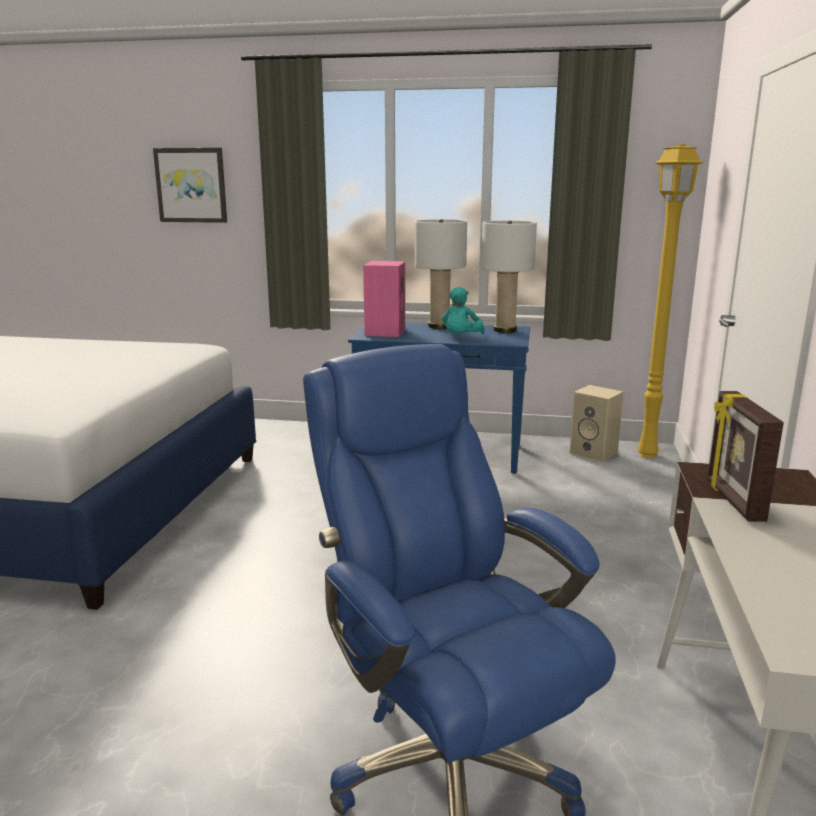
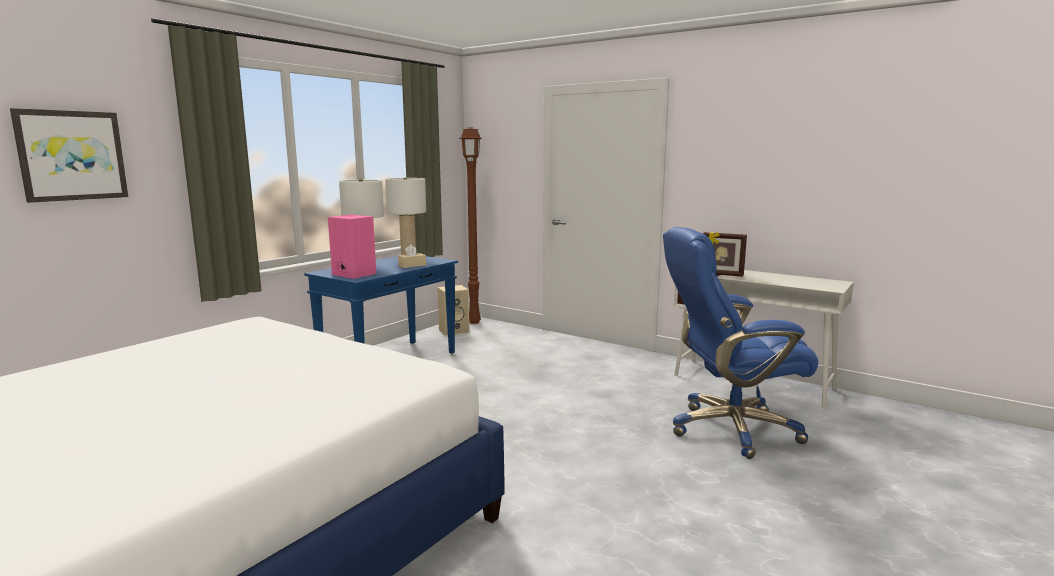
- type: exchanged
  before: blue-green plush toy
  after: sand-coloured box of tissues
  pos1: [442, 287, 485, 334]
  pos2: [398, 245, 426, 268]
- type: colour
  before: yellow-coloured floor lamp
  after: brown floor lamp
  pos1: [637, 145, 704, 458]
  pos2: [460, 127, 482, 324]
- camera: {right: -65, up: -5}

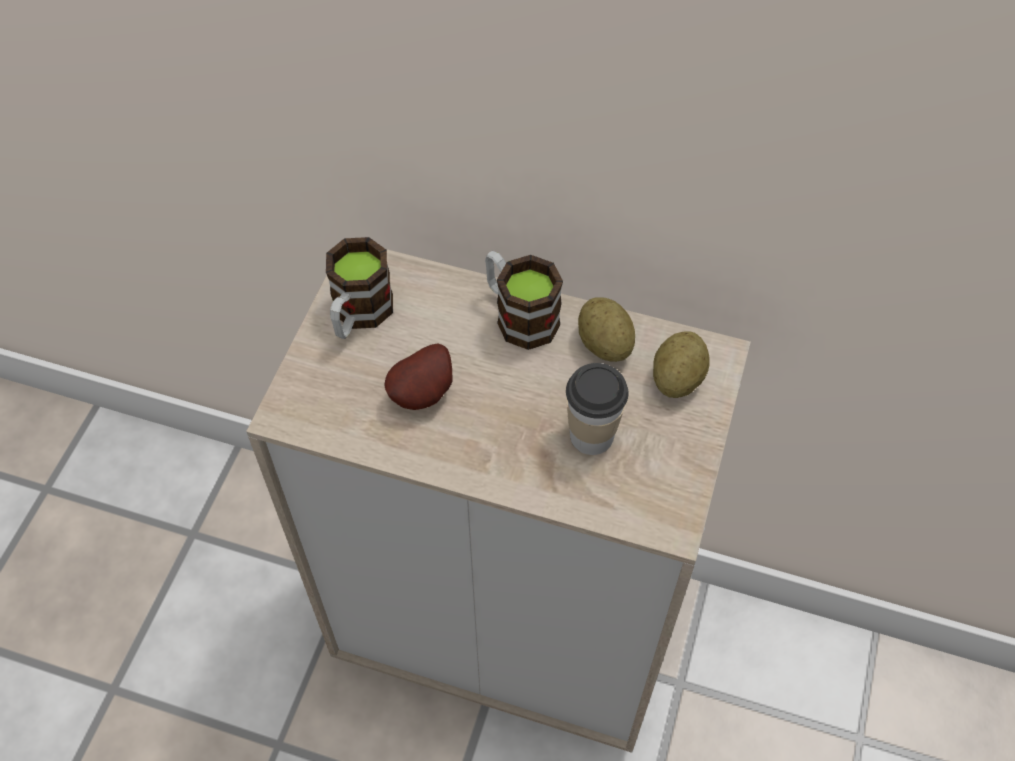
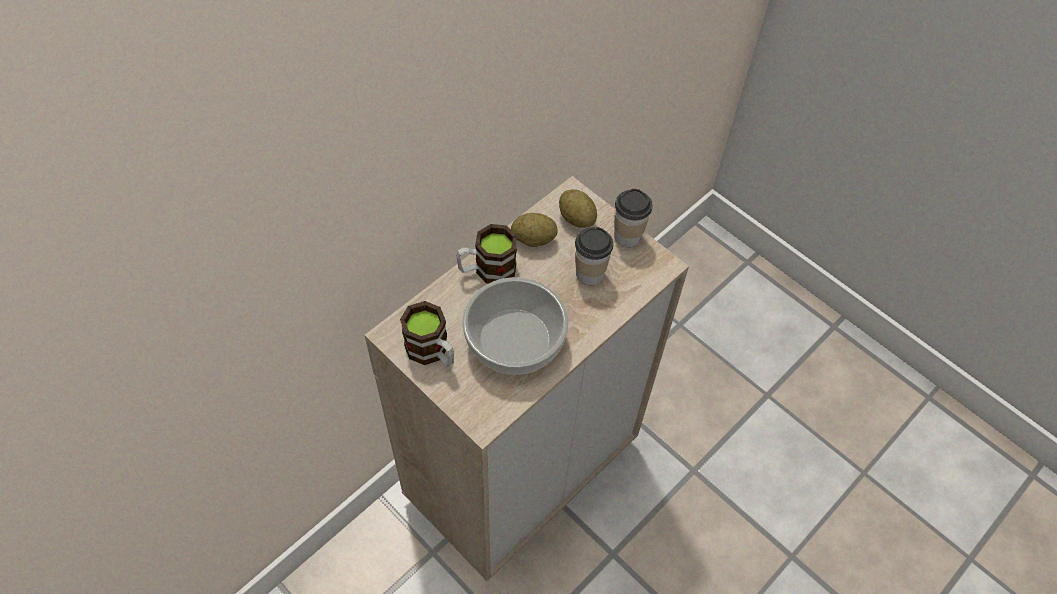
- type: exchanged
  before: potato
  after: deep dish
  pos1: [384, 344, 453, 410]
  pos2: [462, 277, 568, 375]
- type: appeared
  after: drinking cup
  pos2: [614, 189, 652, 247]
- camera: {right: -65, up: 0}

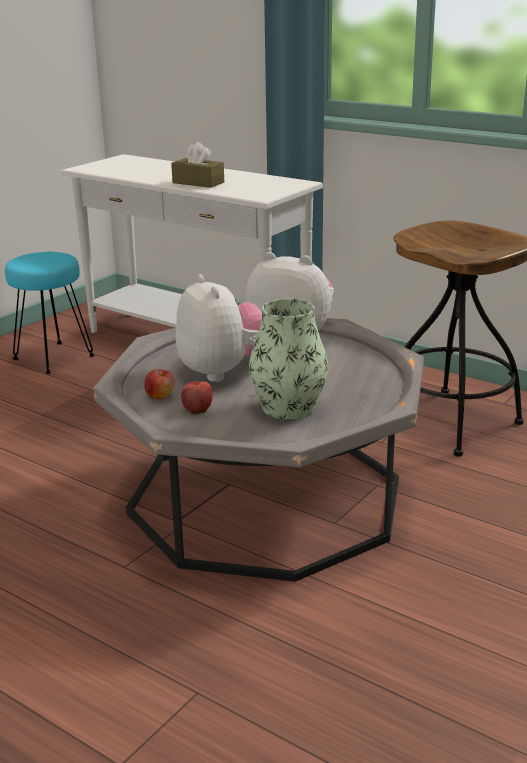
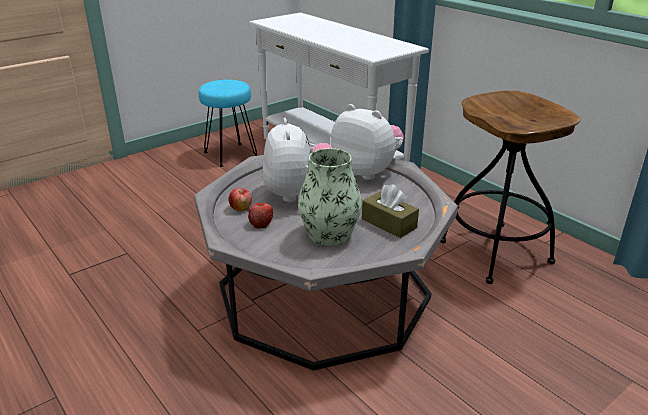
- type: relocated
  before: brown box of tissues
  pos1: [171, 142, 224, 188]
  pos2: [362, 184, 419, 238]
- camera: {right: 15, up: 5}

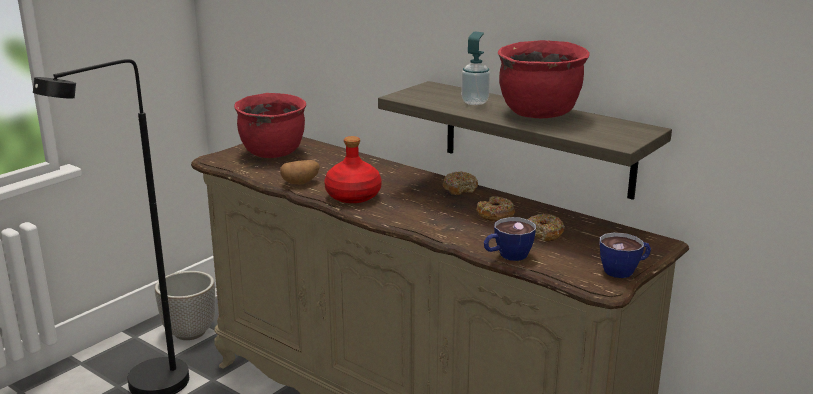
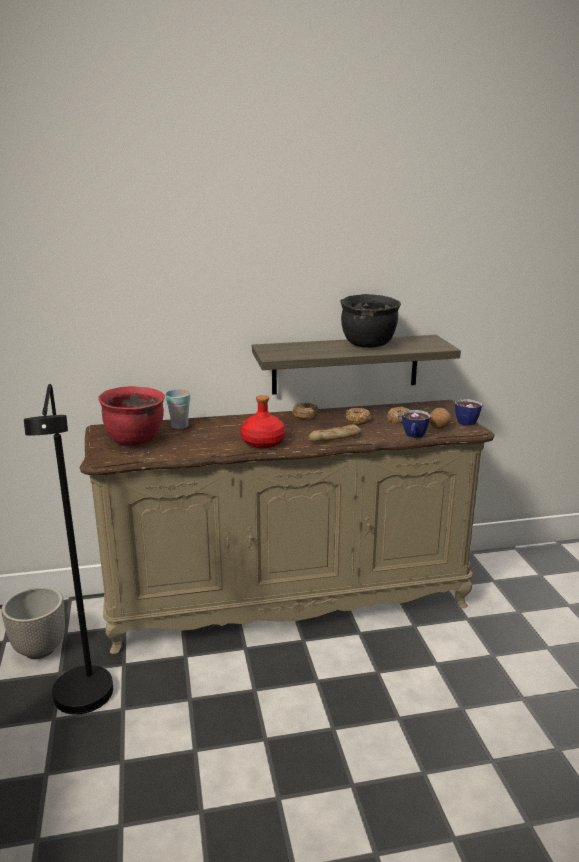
- type: relocated
  before: potato
  pos1: [280, 160, 320, 185]
  pos2: [429, 408, 451, 429]
- type: missing
  before: soap bottle
  pos1: [461, 31, 490, 105]
- type: colour
  before: red cooking pot
  after: blackish cooking pot
  pos1: [498, 40, 590, 118]
  pos2: [340, 294, 401, 348]
- type: appeared
  after: drinking cup
  pos2: [165, 389, 190, 429]
- type: appeared
  after: bread
  pos2: [309, 425, 361, 441]
- camera: {right: -50, up: 0}

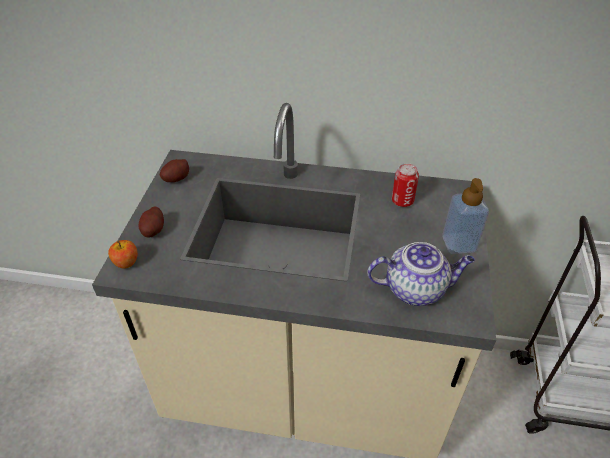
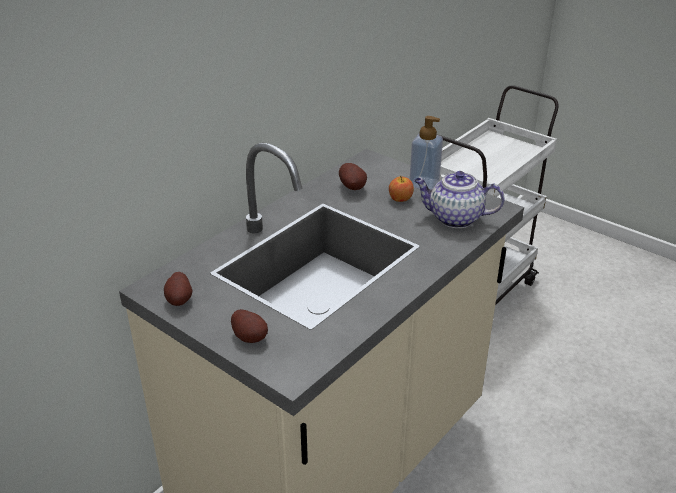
- type: relocated
  before: apple
  pos1: [108, 240, 138, 269]
  pos2: [389, 176, 414, 202]
- type: spun
  before: pot for tea
  pos1: [367, 242, 475, 306]
  pos2: [414, 171, 505, 228]
  turn: -105
- type: exchanged
  before: metal can
  after: potato
  pos1: [392, 163, 419, 207]
  pos2: [339, 163, 367, 190]
- camera: {right: -60, up: -10}

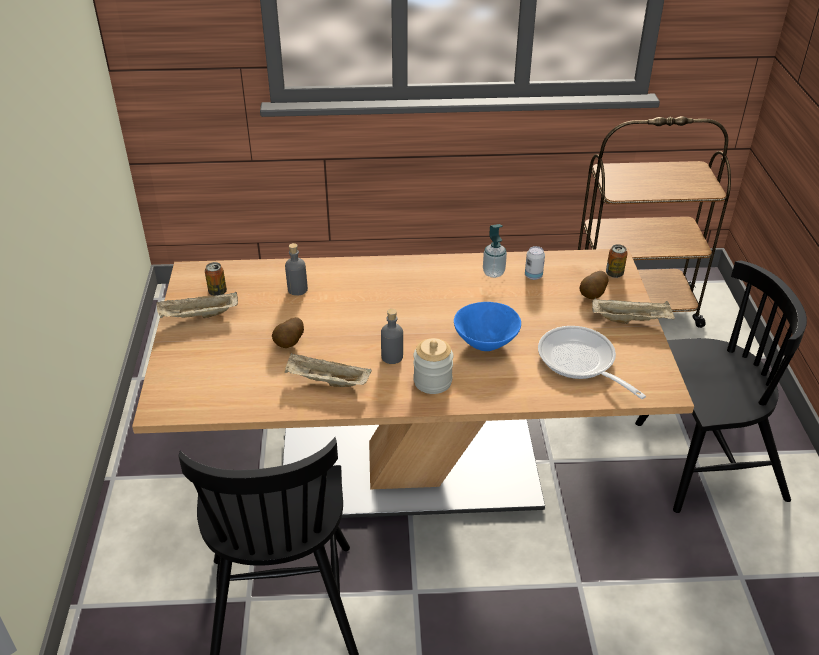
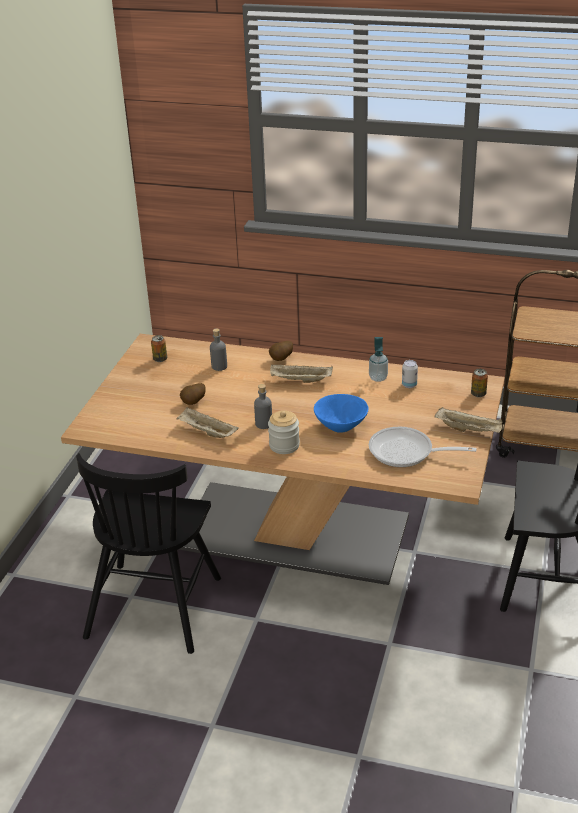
- type: relocated
  before: sand-coloured carrying tray
  pos1: [156, 291, 238, 318]
  pos2: [270, 364, 333, 383]
- type: spun
  before: frying pan
  pos1: [538, 326, 646, 399]
  pos2: [369, 427, 477, 467]
  turn: -60
- type: relocated
  before: potato
  pos1: [580, 271, 609, 299]
  pos2: [269, 341, 293, 361]
- camera: {right: 20, up: -5}

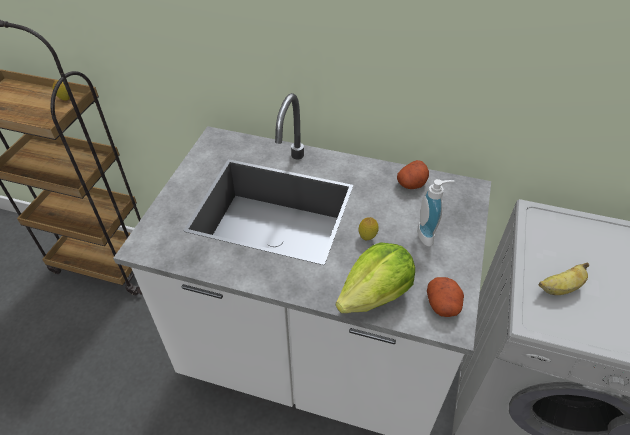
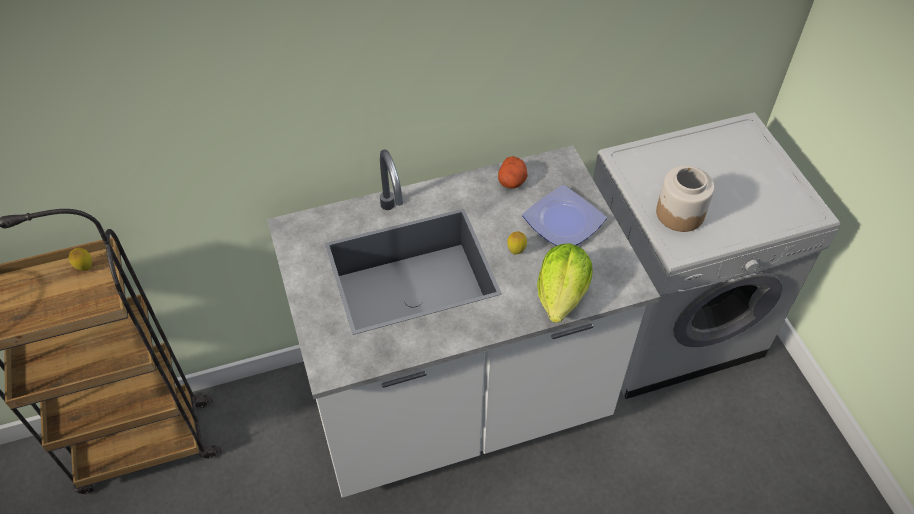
- type: exchanged
  before: soap bottle
  after: dinner plate
  pos1: [417, 179, 455, 247]
  pos2: [522, 185, 607, 246]
- type: missing
  before: potato
  pos1: [427, 277, 464, 317]
- type: exchanged
  before: banana fruit
  after: preserve jar
  pos1: [539, 263, 589, 295]
  pos2: [656, 166, 714, 232]
- camera: {right: -35, up: 5}

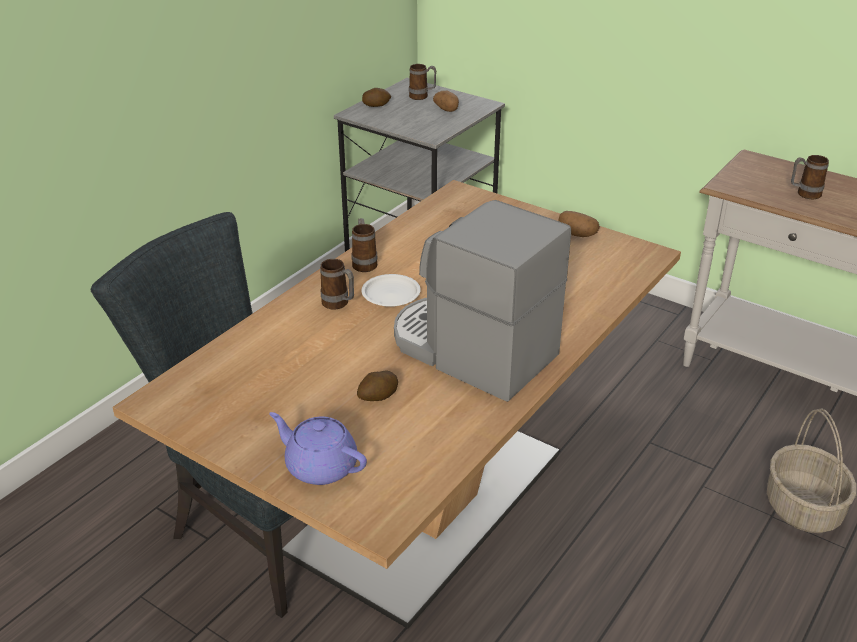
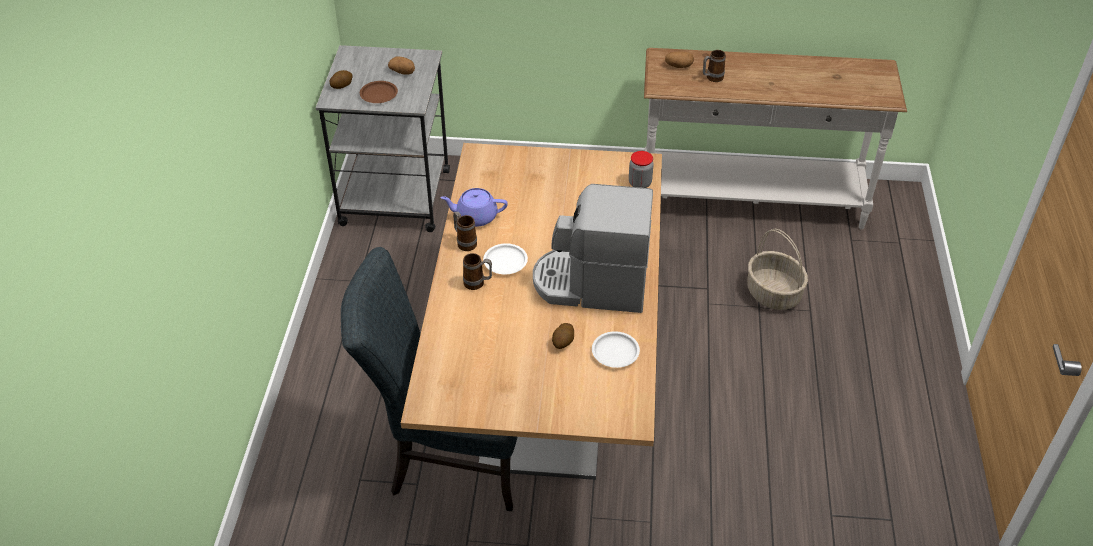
- type: relocated
  before: purple-coloured pot for tea
  pos1: [269, 412, 367, 485]
  pos2: [440, 188, 508, 227]
- type: missing
  before: coffee mug
  pos1: [409, 64, 436, 100]
- type: relocated
  before: potato
  pos1: [558, 211, 600, 237]
  pos2: [665, 51, 694, 68]
- type: appeared
  after: brown dinner plate
  pos2: [360, 81, 398, 103]
- type: appeared
  after: whitish dinner plate
  pos2: [592, 331, 640, 368]
- type: appeared
  after: preserve jar
  pos2: [629, 151, 654, 188]
- camera: {right: -30, up: 10}

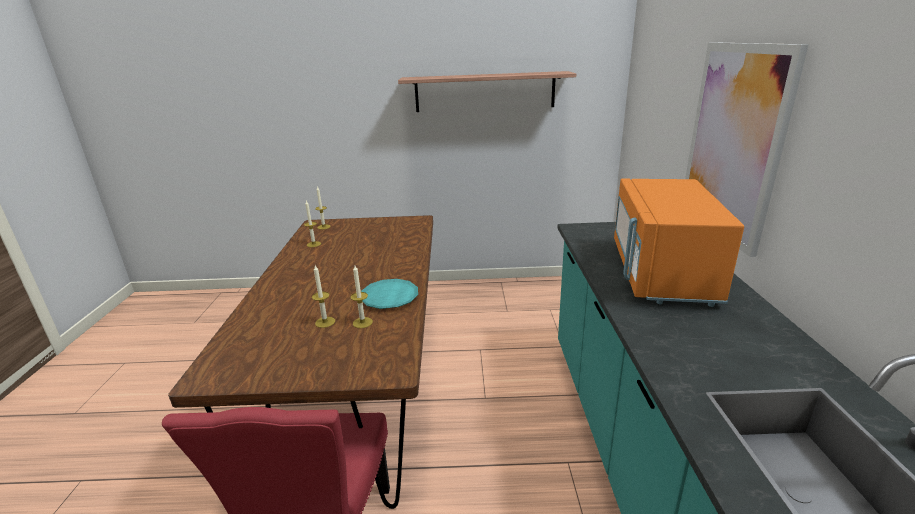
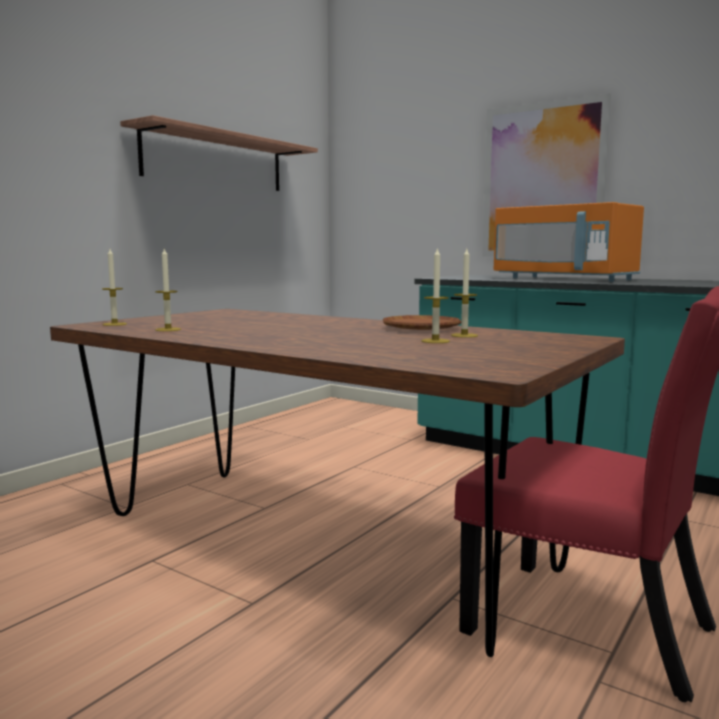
- type: colour
  before: blue-green dinner plate
  after: brown dinner plate
  pos1: [361, 279, 418, 309]
  pos2: [383, 315, 461, 330]
- camera: {right: -55, up: -15}

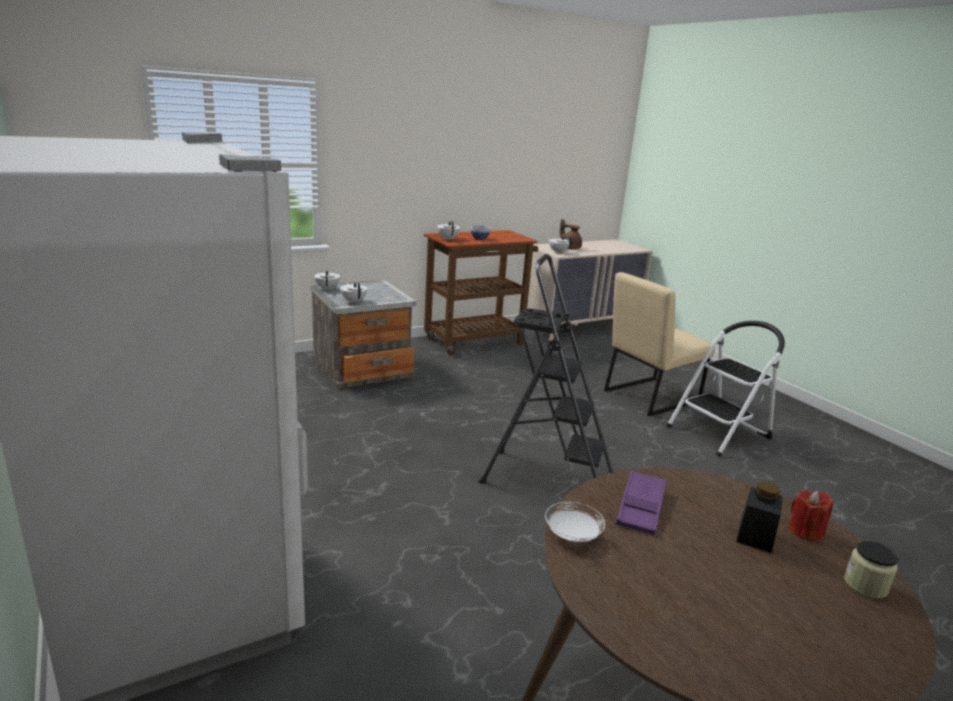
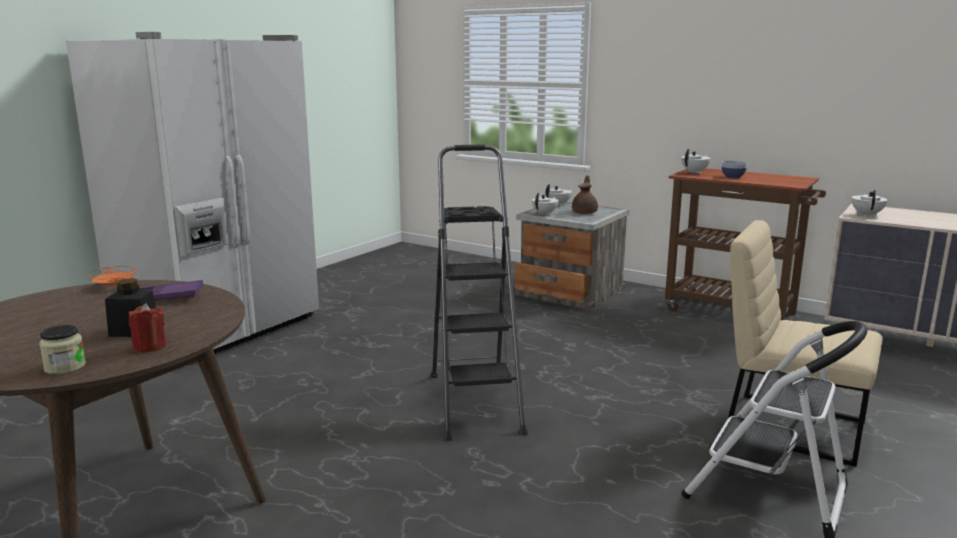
- type: colour
  before: whitish dinner plate
  after: orange-coloured dinner plate
  pos1: [545, 502, 605, 542]
  pos2: [87, 266, 136, 287]
- type: relocated
  before: brown pot for tea
  pos1: [560, 218, 582, 249]
  pos2: [572, 175, 598, 214]
- camera: {right: 65, up: -5}

